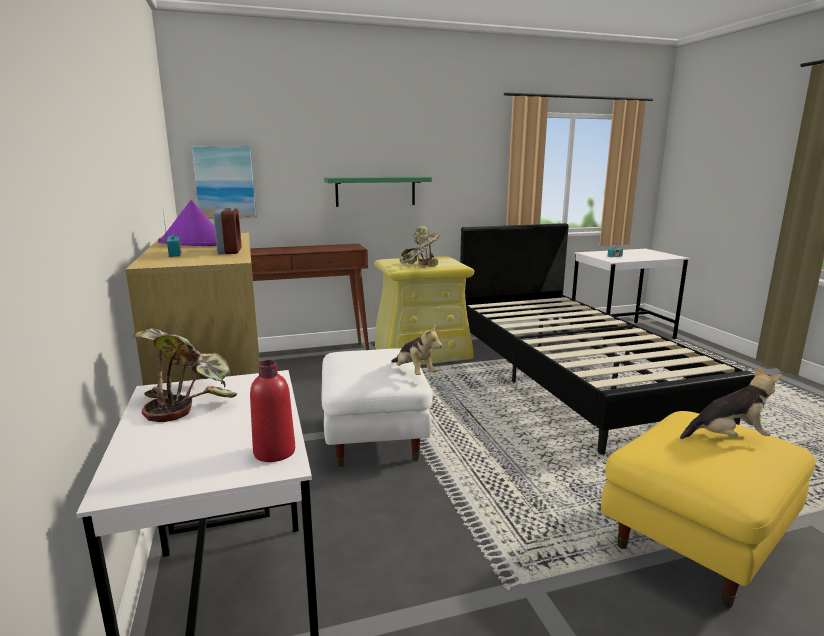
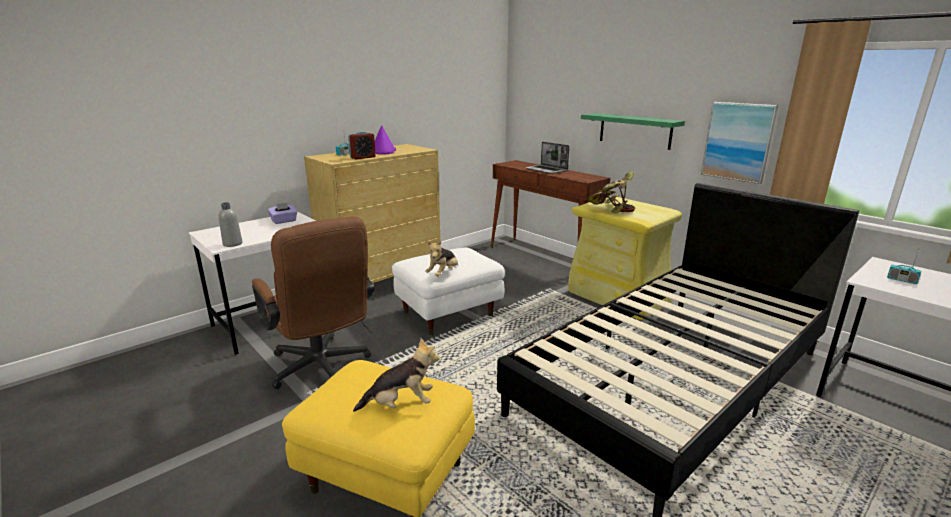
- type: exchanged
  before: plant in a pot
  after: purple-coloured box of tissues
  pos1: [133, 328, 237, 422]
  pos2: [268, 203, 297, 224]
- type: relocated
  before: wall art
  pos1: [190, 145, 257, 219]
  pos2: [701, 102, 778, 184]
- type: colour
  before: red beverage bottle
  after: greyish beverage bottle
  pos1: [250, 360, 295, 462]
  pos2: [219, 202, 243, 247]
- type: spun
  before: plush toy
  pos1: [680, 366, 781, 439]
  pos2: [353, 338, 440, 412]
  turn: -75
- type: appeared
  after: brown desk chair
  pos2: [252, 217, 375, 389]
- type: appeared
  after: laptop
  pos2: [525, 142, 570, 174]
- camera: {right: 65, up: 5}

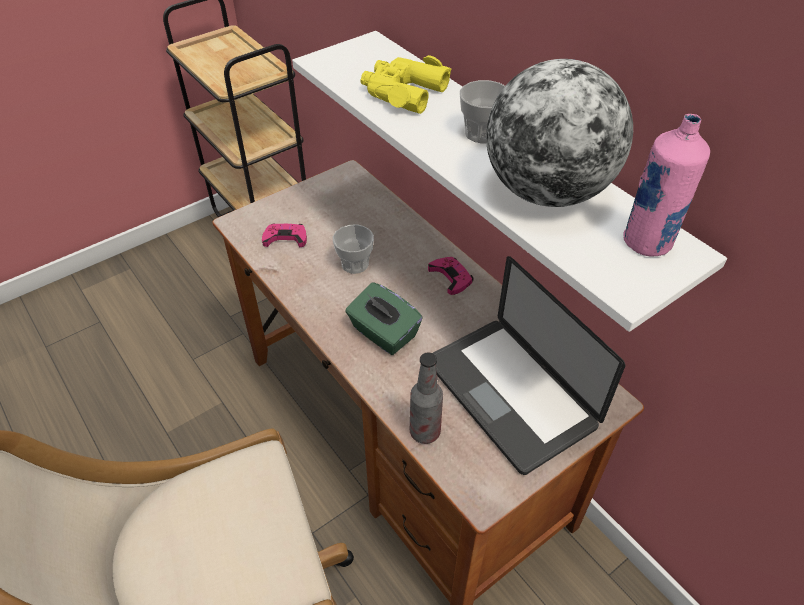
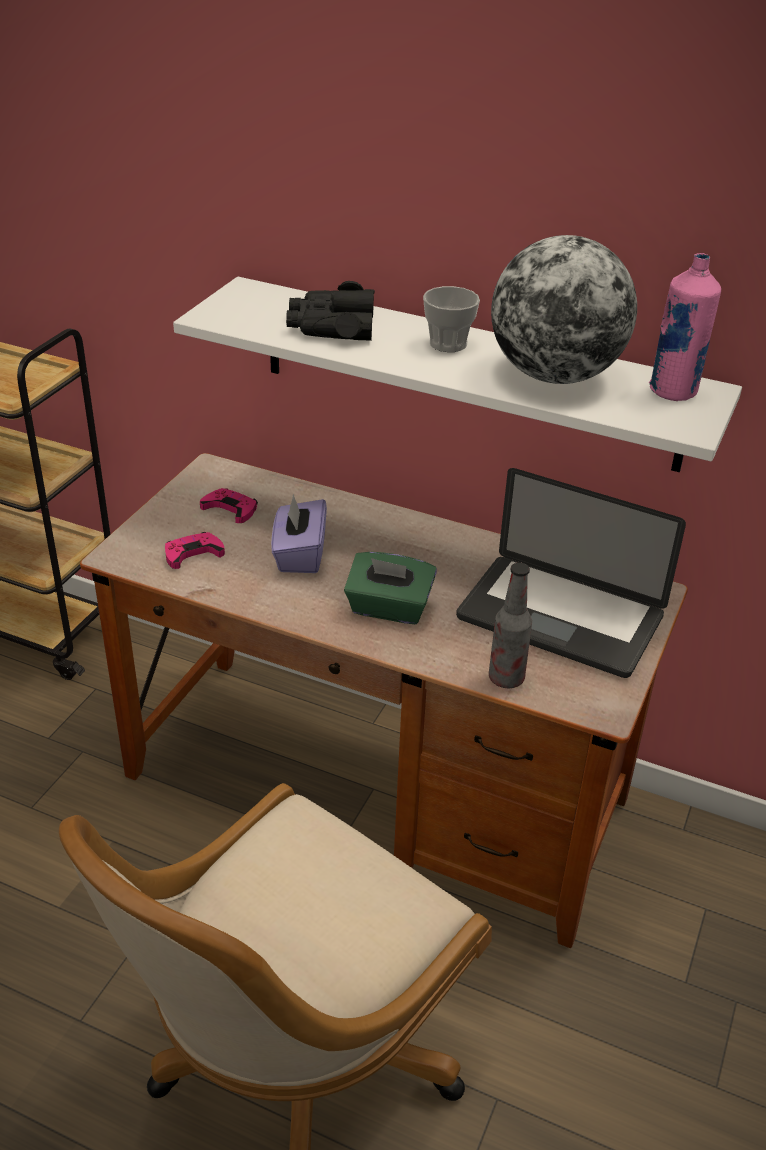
- type: exchanged
  before: drinking cup
  after: purple-coloured box of tissues
  pos1: [333, 224, 374, 274]
  pos2: [271, 494, 327, 573]
- type: colour
  before: yellow-coloured field glasses
  after: blackish field glasses
  pos1: [360, 55, 452, 114]
  pos2: [286, 281, 375, 341]
- type: relocated
  before: pink-coloured gamepad
  pos1: [428, 257, 473, 295]
  pos2: [200, 488, 258, 523]
- camera: {right: -30, up: -10}

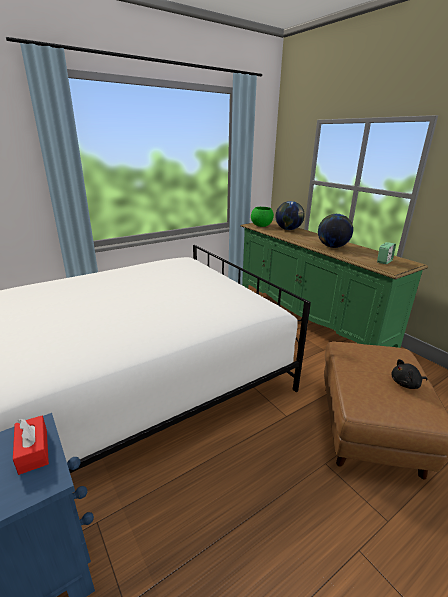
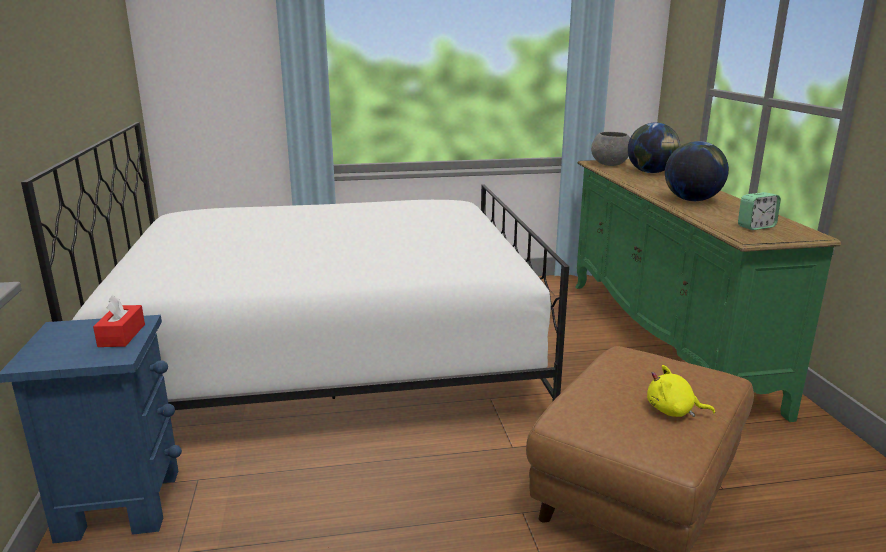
- type: colour
  before: green-coloured deep dish
  after: greyish deep dish
  pos1: [251, 207, 274, 227]
  pos2: [591, 132, 630, 166]
- type: colour
  before: blackish plush toy
  after: yellow-coloured plush toy
  pos1: [391, 359, 428, 389]
  pos2: [647, 365, 715, 417]
- camera: {right: 25, up: -5}

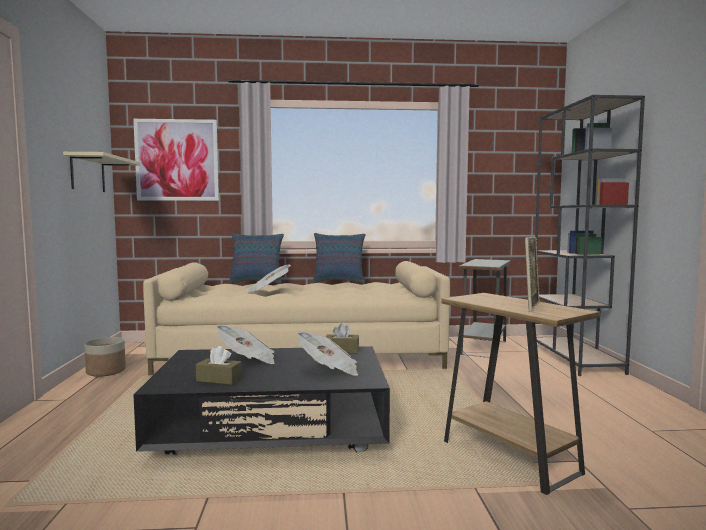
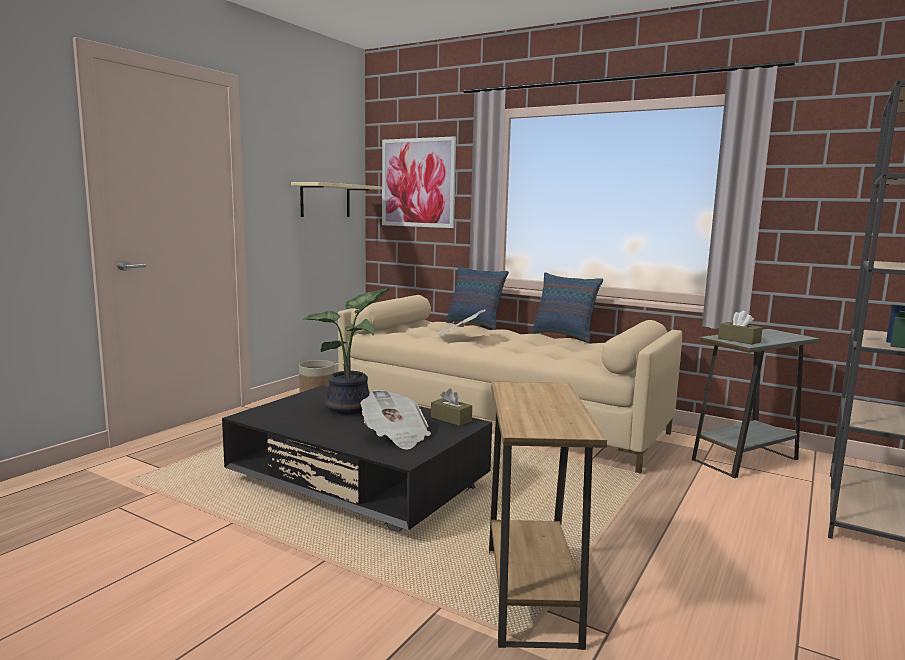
- type: relocated
  before: brown box of tissues
  pos1: [196, 346, 242, 385]
  pos2: [718, 311, 763, 344]
- type: exchanged
  before: daily paper
  after: plant in a pot
  pos1: [216, 325, 275, 364]
  pos2: [303, 289, 390, 415]
- type: missing
  before: standing frame
  pos1: [525, 236, 540, 312]
- camera: {right: 35, up: 5}

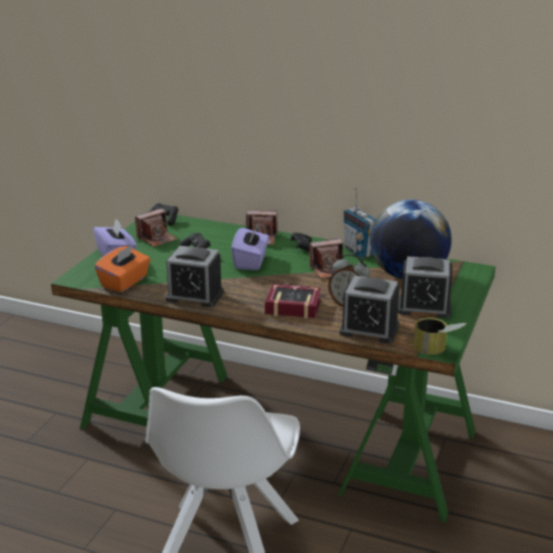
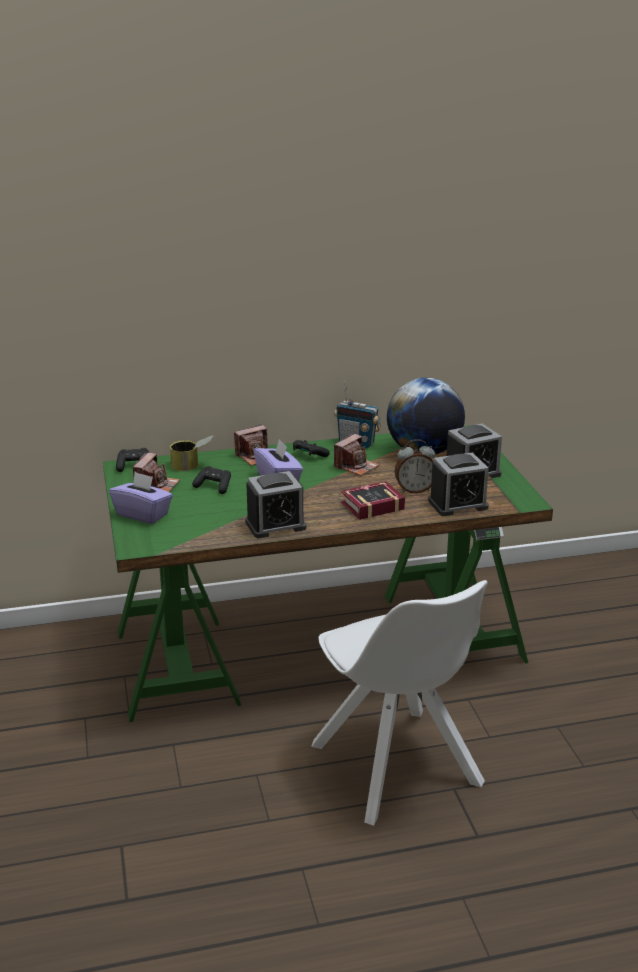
- type: missing
  before: orange-coloured box of tissues
  pos1: [95, 244, 151, 292]
- type: relocated
  before: metal can
  pos1: [413, 317, 466, 355]
  pos2: [170, 435, 214, 471]
- camera: {right: -35, up: 0}

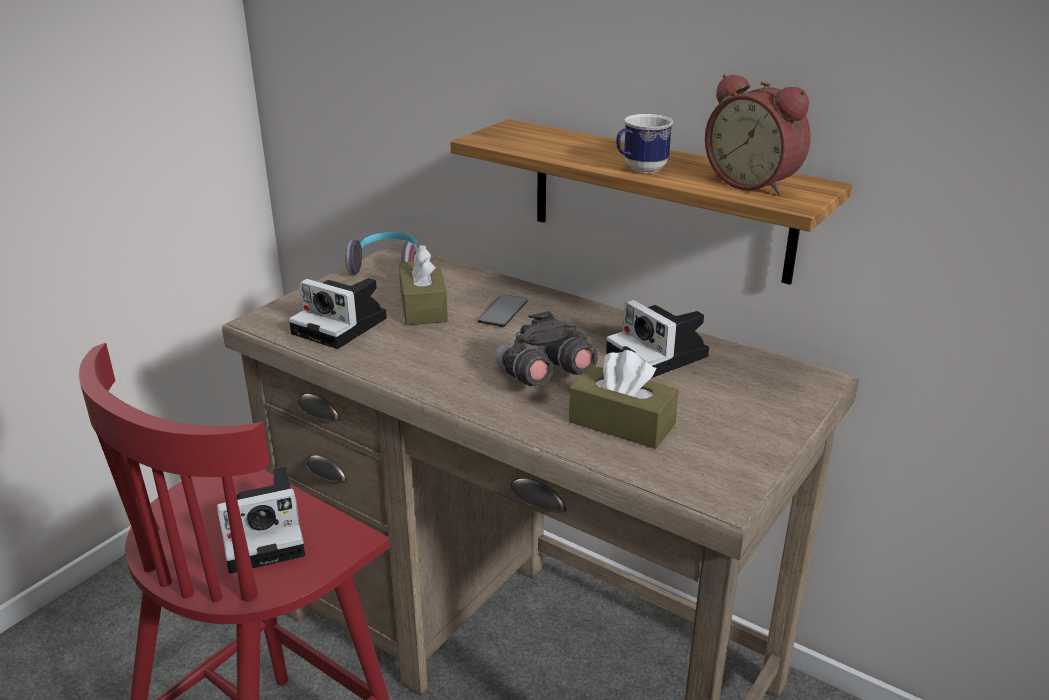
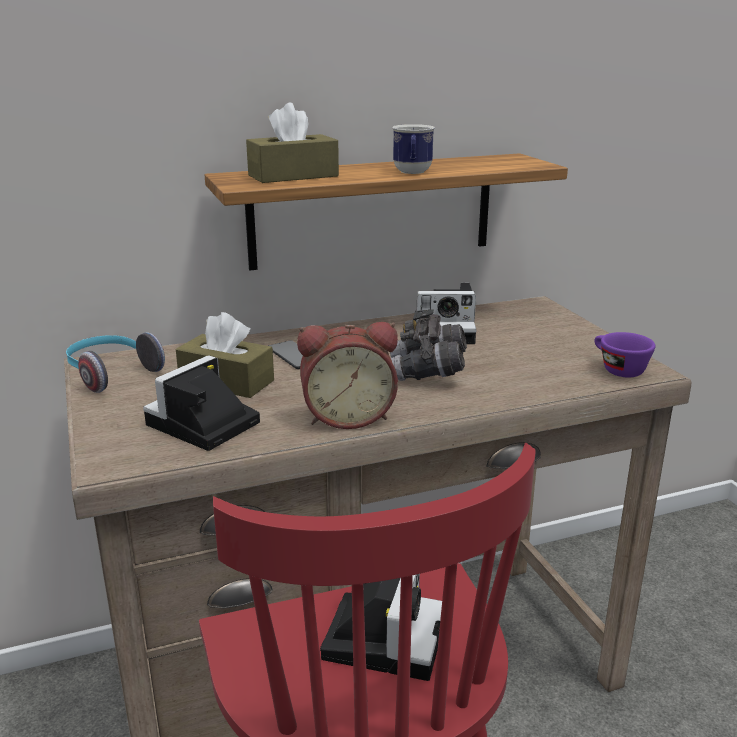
- type: spun
  before: photo camera
  pos1: [289, 278, 387, 349]
  pos2: [143, 355, 260, 451]
  turn: 150
- type: relocated
  before: brown box of tissues
  pos1: [569, 350, 679, 449]
  pos2: [246, 102, 339, 183]
- type: relocated
  before: table clock
  pos1: [705, 74, 811, 195]
  pos2: [297, 322, 398, 429]
- type: appeared
  after: purple-coloured drinking cup
  pos2: [594, 332, 655, 377]
- camera: {right: -55, up: -5}

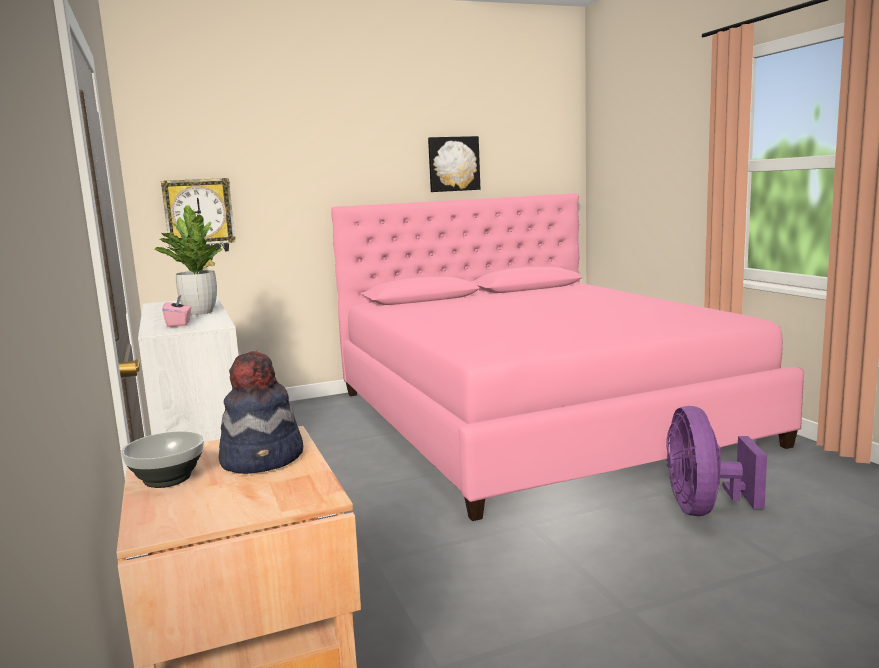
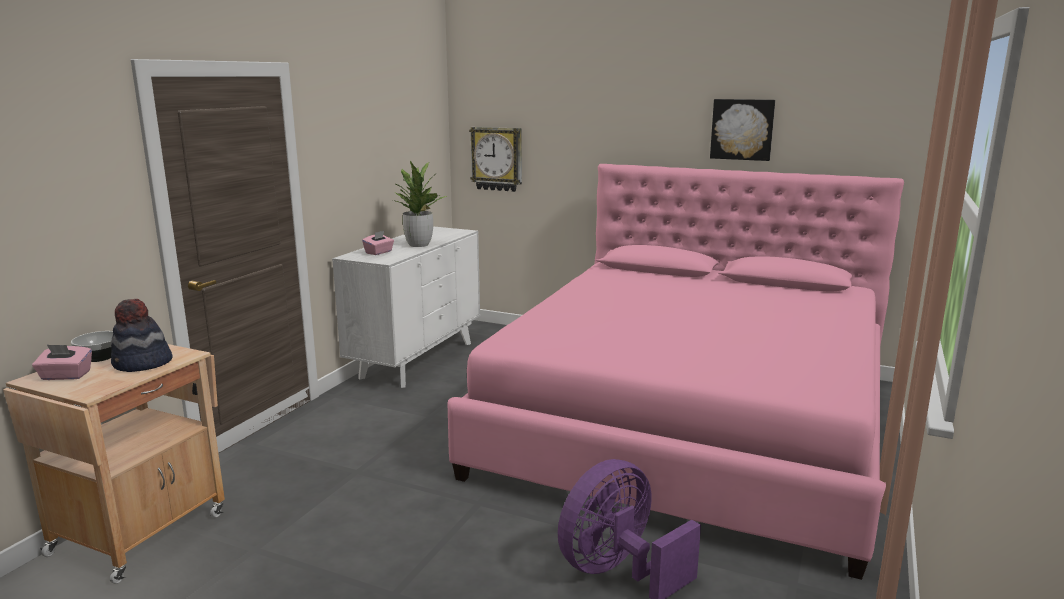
- type: appeared
  after: pink-coloured box of tissues
  pos2: [32, 345, 92, 380]
- camera: {right: 45, up: 5}

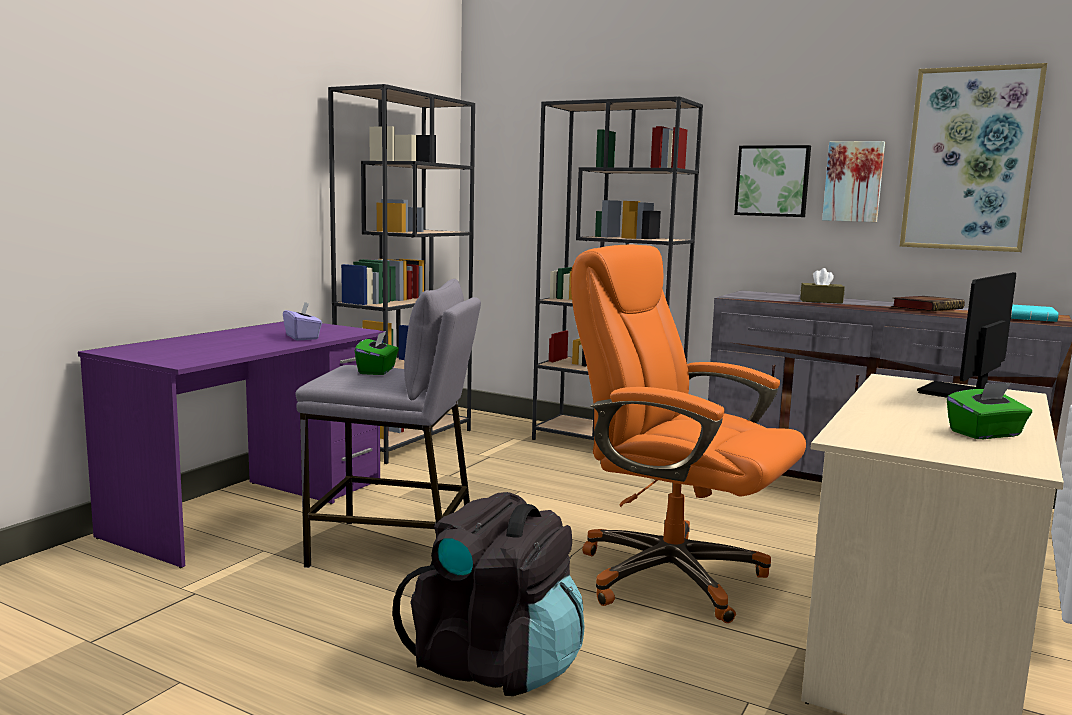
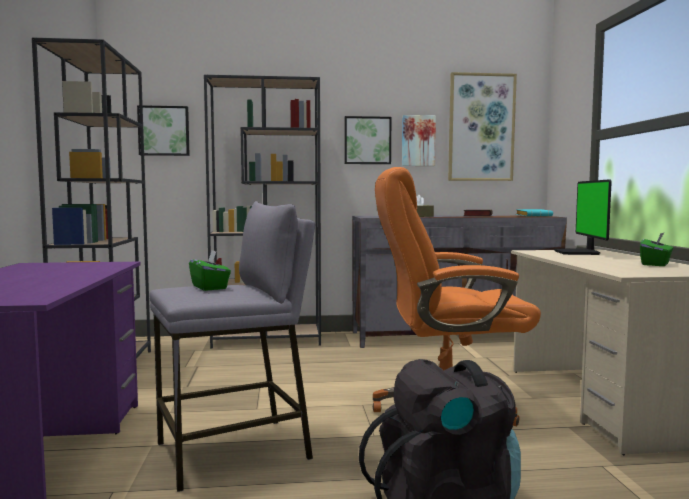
- type: missing
  before: purple-coloured box of tissues
  pos1: [283, 302, 322, 340]
- type: appeared
  after: wall art
  pos2: [137, 105, 190, 156]
- camera: {right: -35, up: -5}

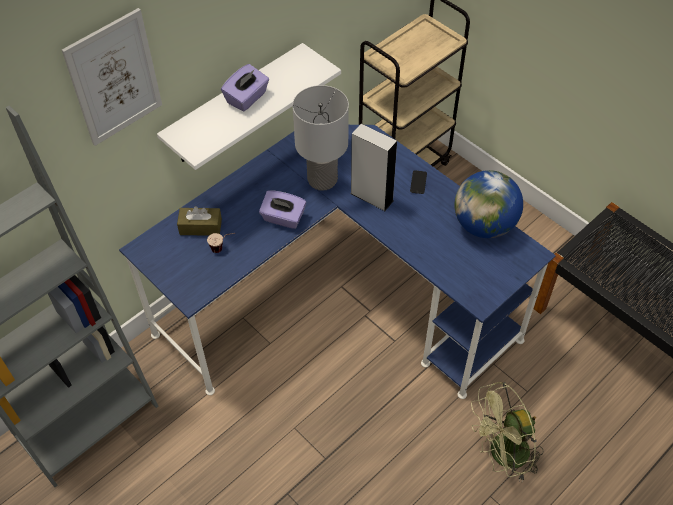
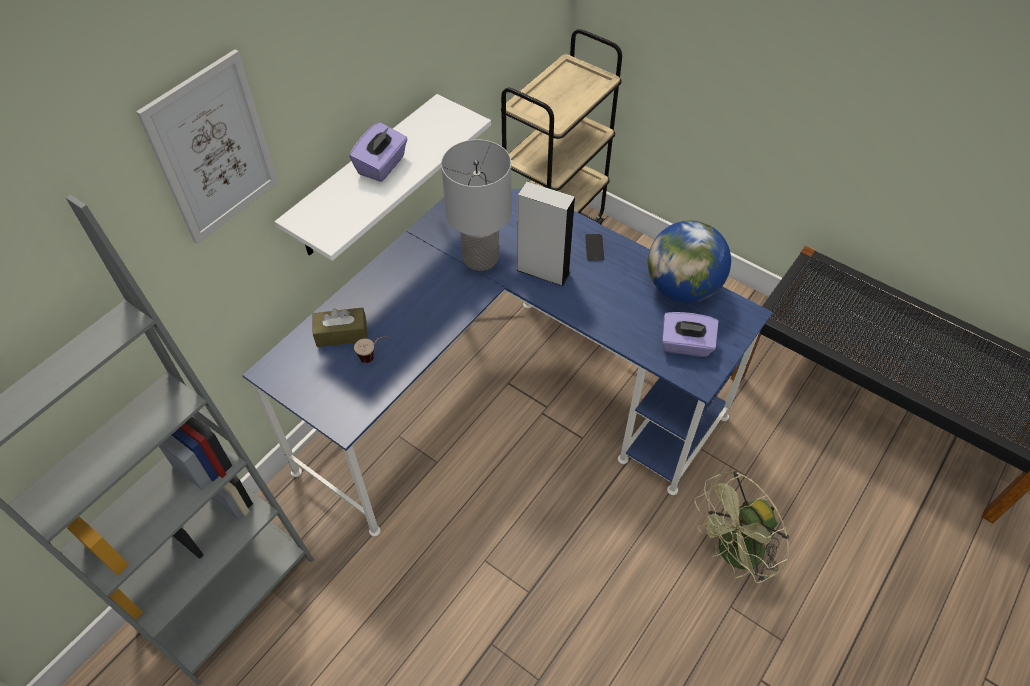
- type: relocated
  before: purple-coloured box of tissues
  pos1: [259, 190, 306, 229]
  pos2: [662, 312, 718, 357]
- camera: {right: -10, up: 0}

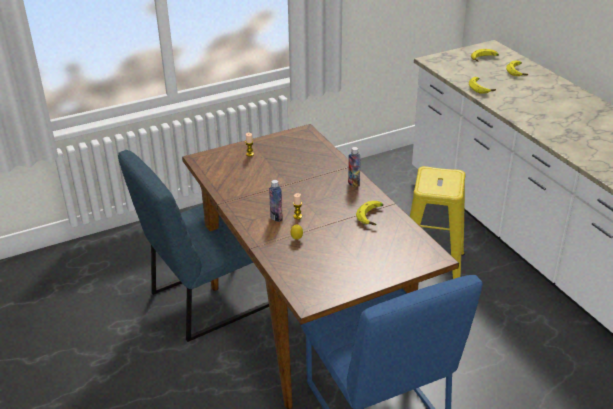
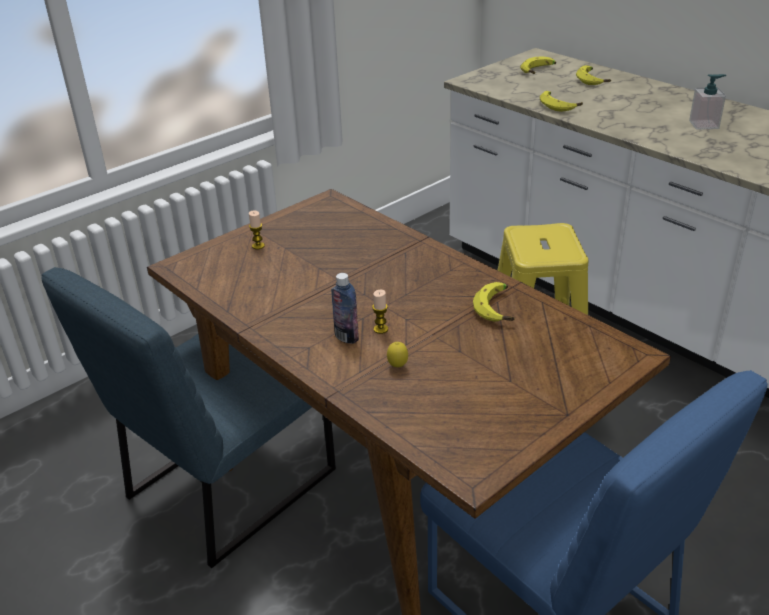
- type: missing
  before: beverage bottle
  pos1: [348, 147, 361, 187]
- type: appeared
  after: soap bottle
  pos2: [689, 74, 726, 130]
- camera: {right: -15, up: 0}

